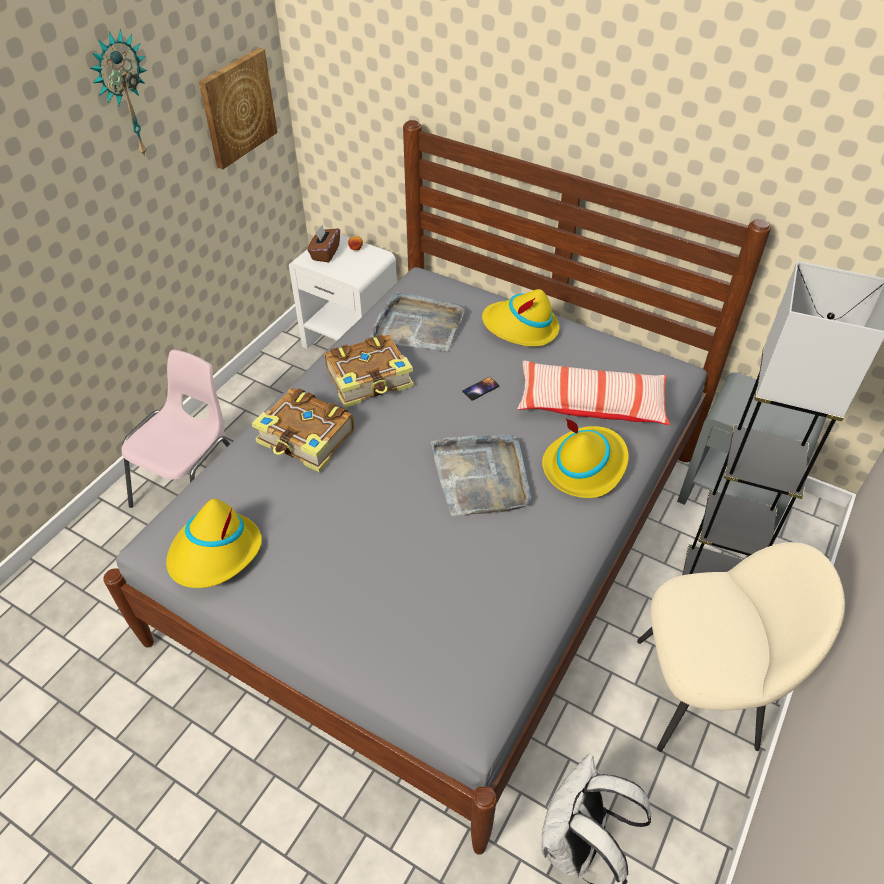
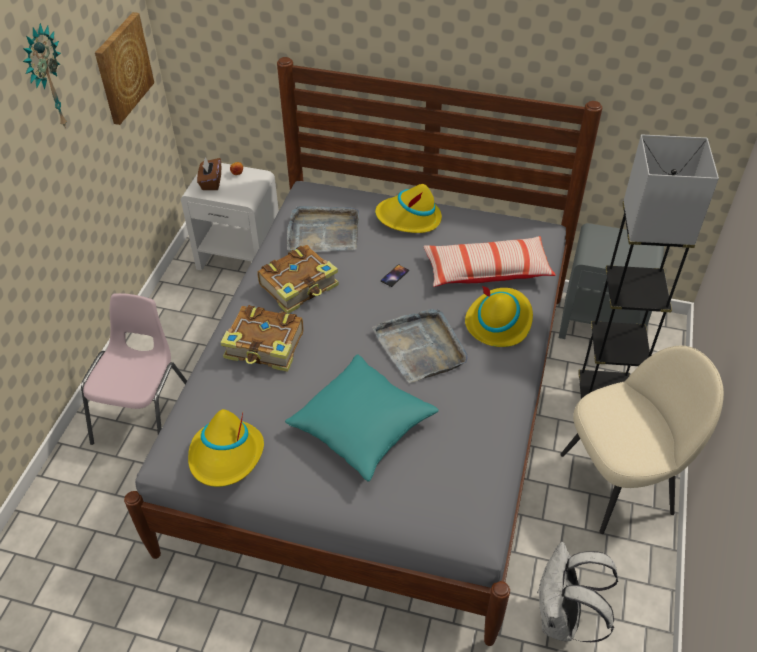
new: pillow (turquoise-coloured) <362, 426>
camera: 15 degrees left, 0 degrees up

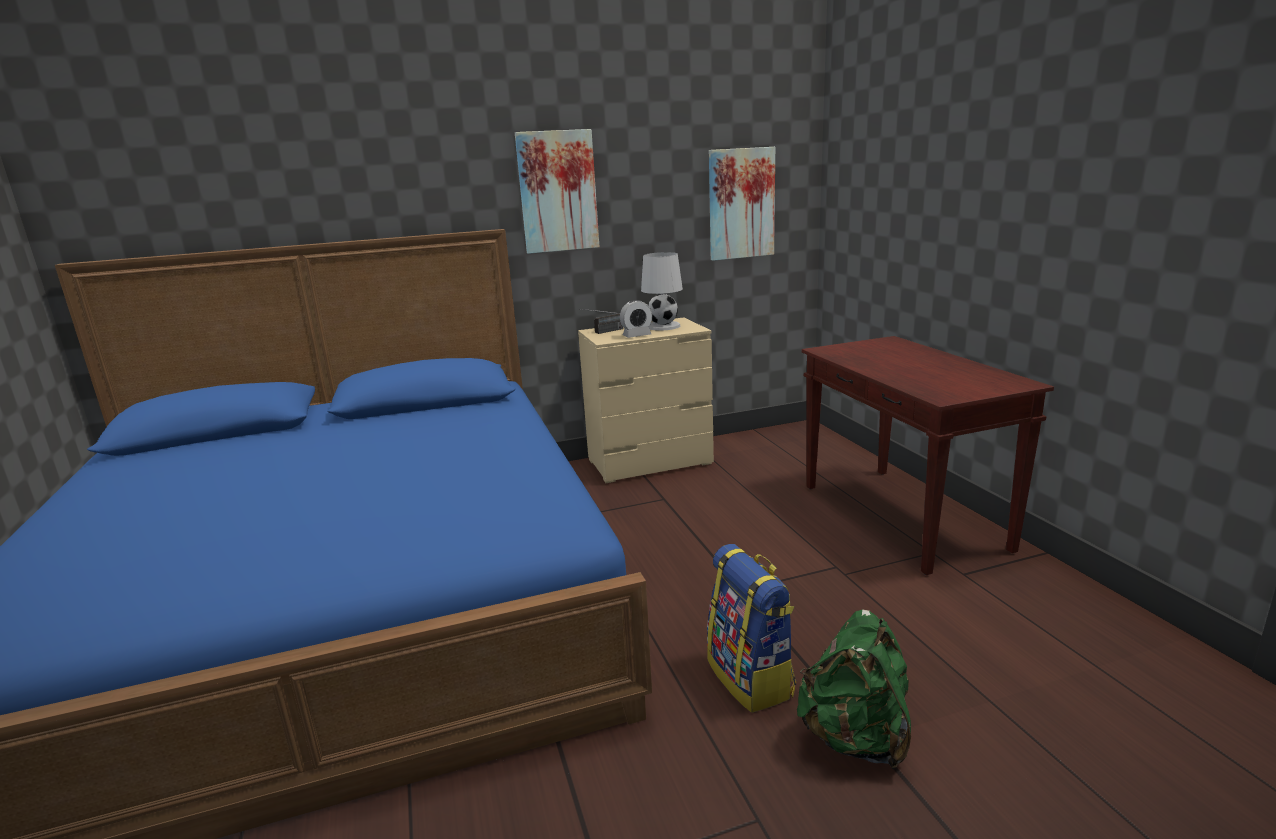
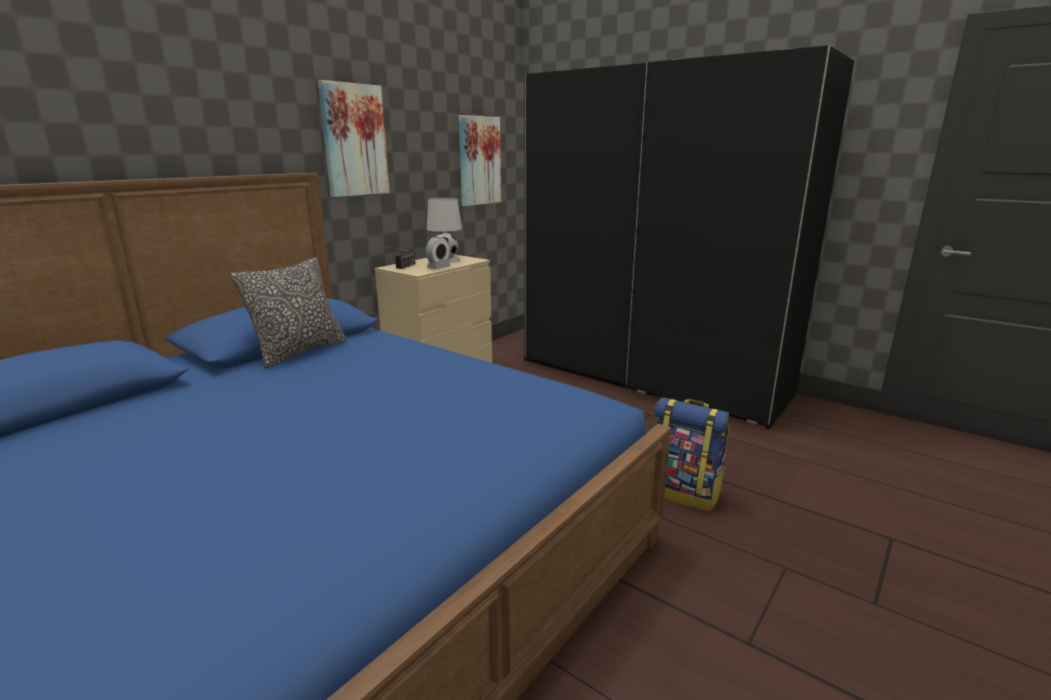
gone: knapsack (greenish) <855, 738>
new: pillow <299, 352>
swapped: console table (brown) <903, 518> to armoire (blackish) <650, 377>
camera: 35 degrees left, 0 degrees up

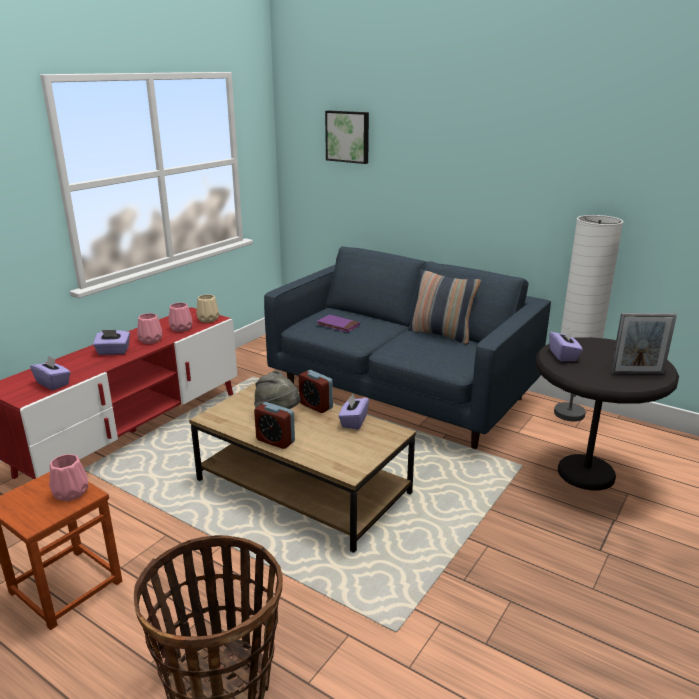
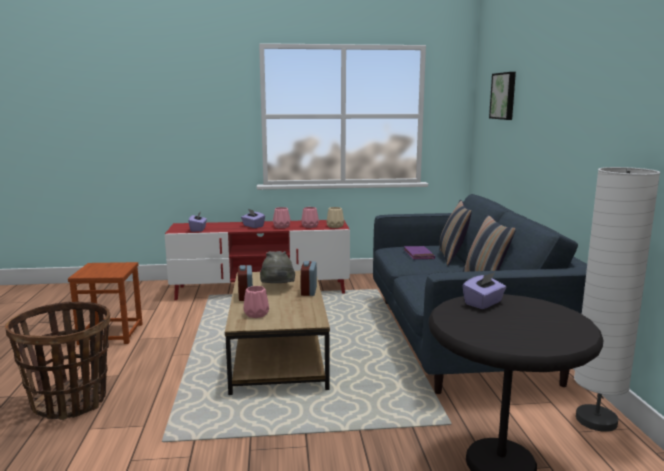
gone: tissue holder (purple-coloured) <353, 421>; picture frame <637, 373>
new: pillow <452, 257>
shifted: vase (pinkish) <70, 493> to <255, 314>
camera: 50 degrees right, 10 degrees down

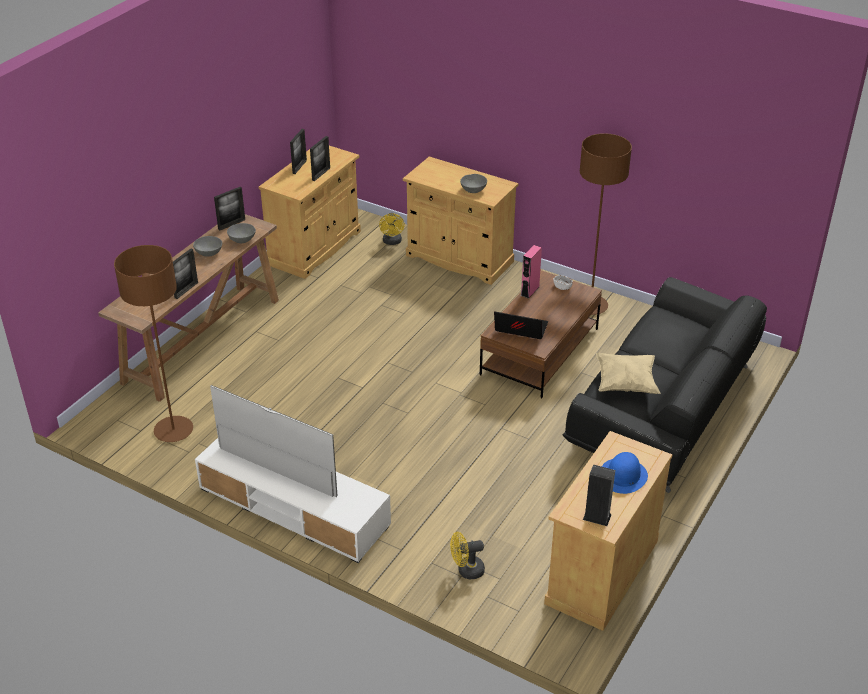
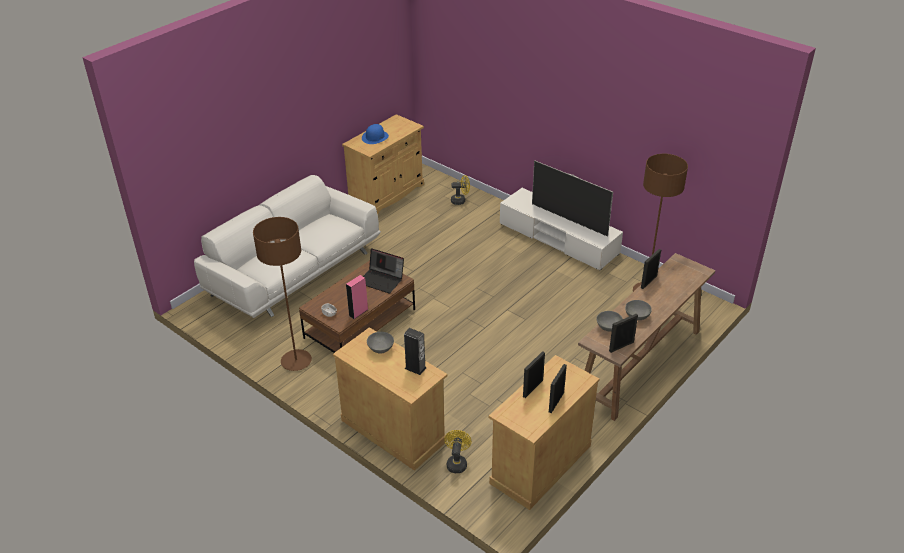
gone: pillow (beige) <625, 383>
shifted: audio speaker <597, 517> to <415, 368>
repainted: sofa (blackish) <664, 409> to sofa (whitish) <294, 272>
camera: 170 degrees left, 0 degrees up

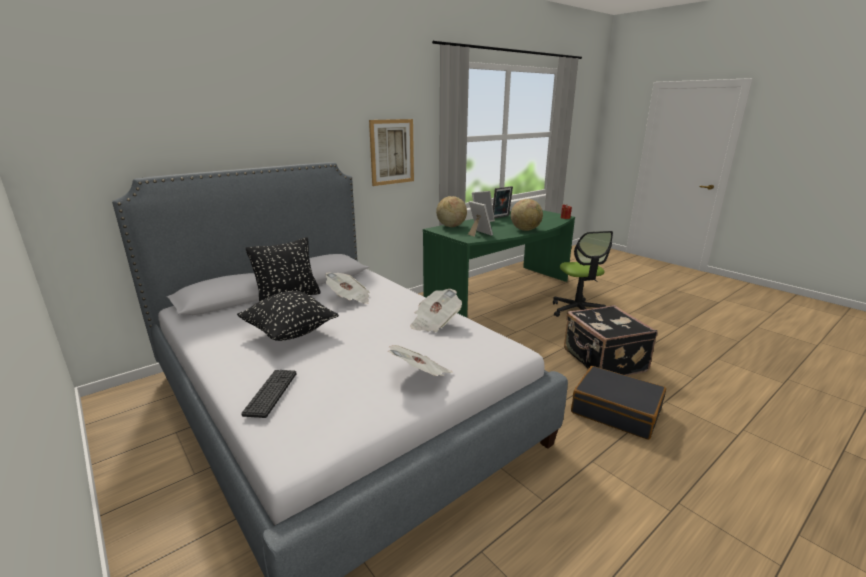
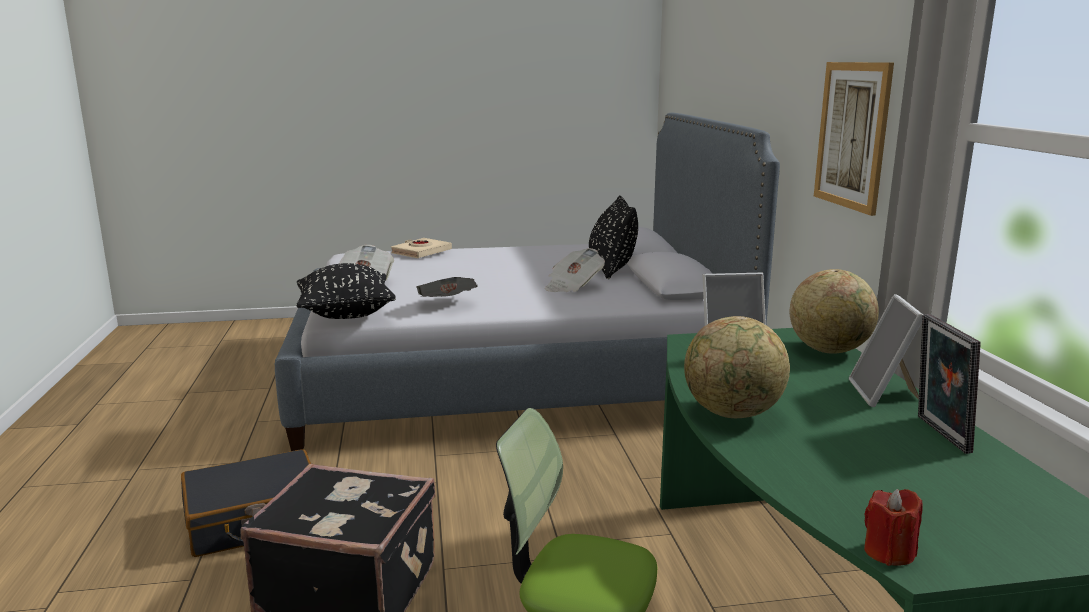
shifted: pillow (blackish) <290, 333> to <346, 314>
swapped: PC keyboard <271, 393> to bound book (beige) <421, 252>
camera: 120 degrees right, 5 degrees down

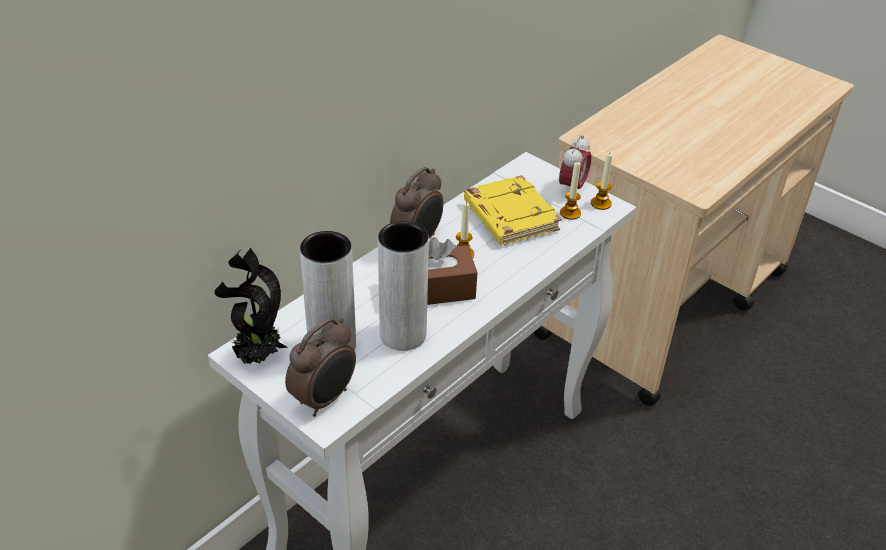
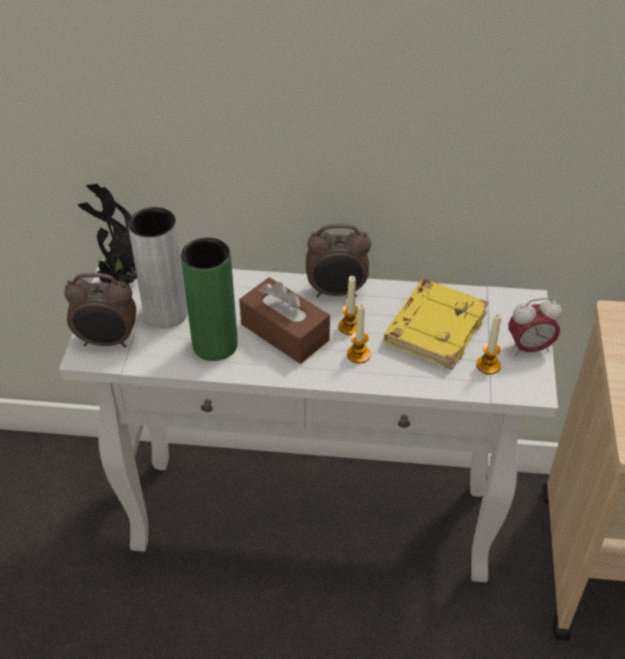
shifted: candle <601, 203> to <358, 354>
repainted: vase (greyish) <403, 335> to vase (greenish) <215, 345>
camera: 55 degrees right, 5 degrees up

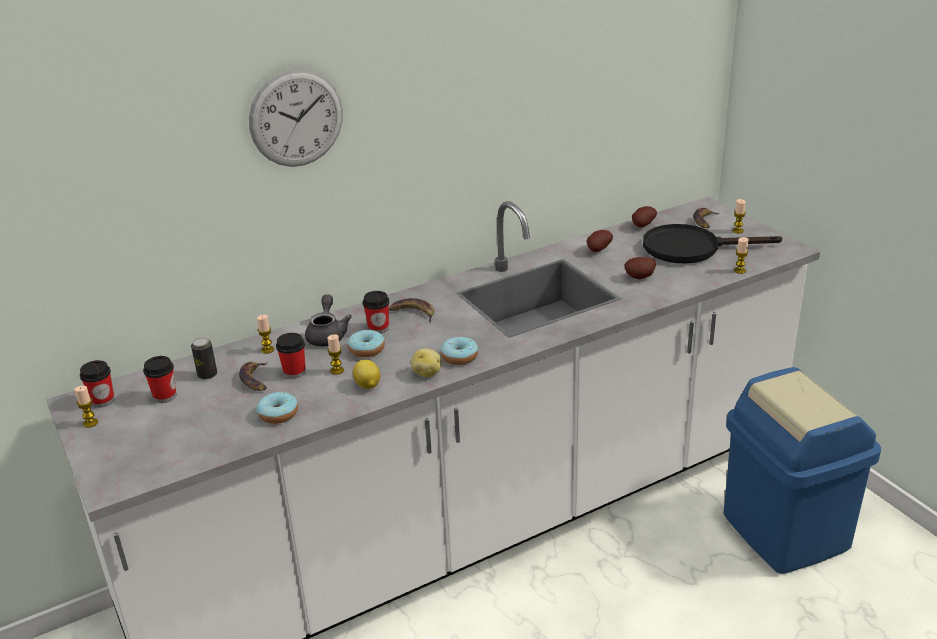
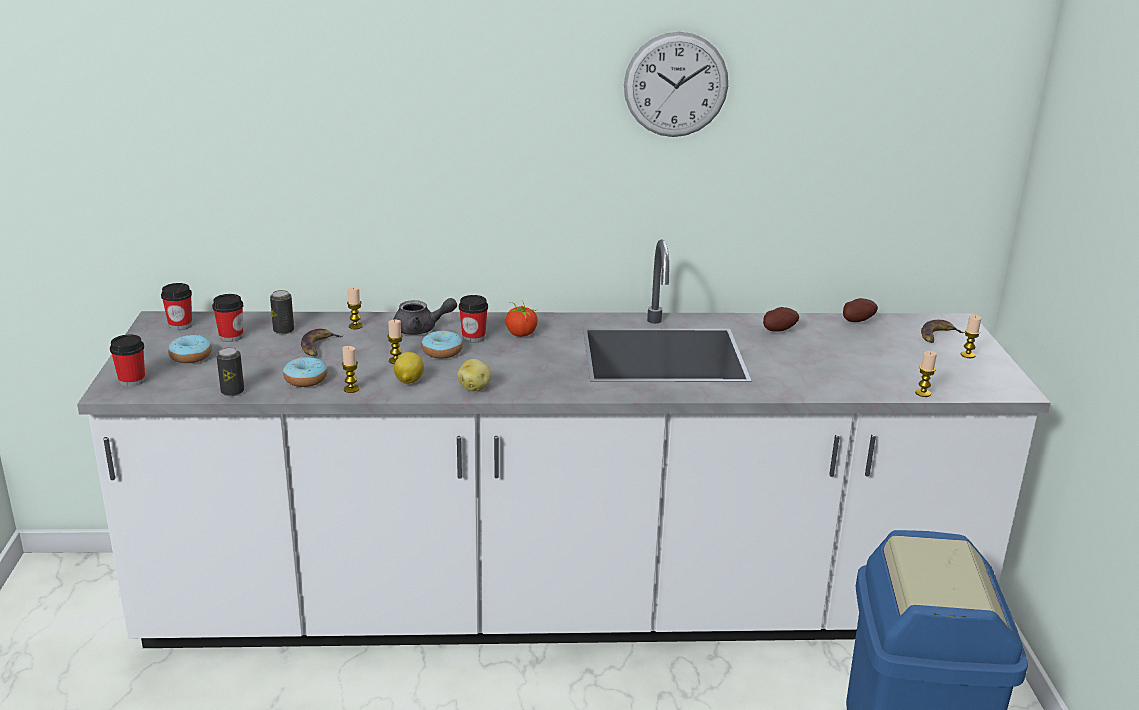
gone: whole potato <640, 278>; pan (blackish) <691, 248>
new: sealed can <232, 391>
shifted: candle <90, 423> to <351, 389>; hanging clock <296, 118> to <676, 85>; drinking cup <294, 372> to <132, 381>; doughnut <459, 357> to <191, 356>
swapped: whole banana <413, 313> to tomato <521, 334>
rotated: tea pot (greyish) <327, 335> = <421, 329> 60 degrees clockwise
camera: 25 degrees right, 5 degrees down

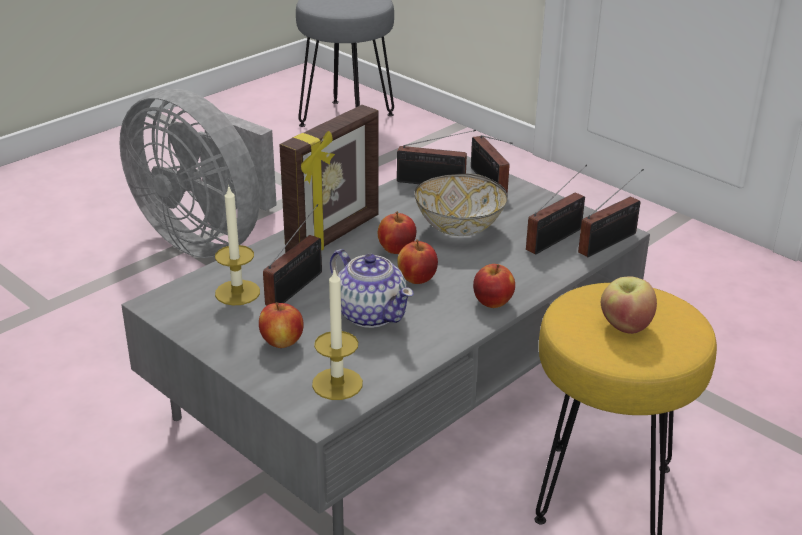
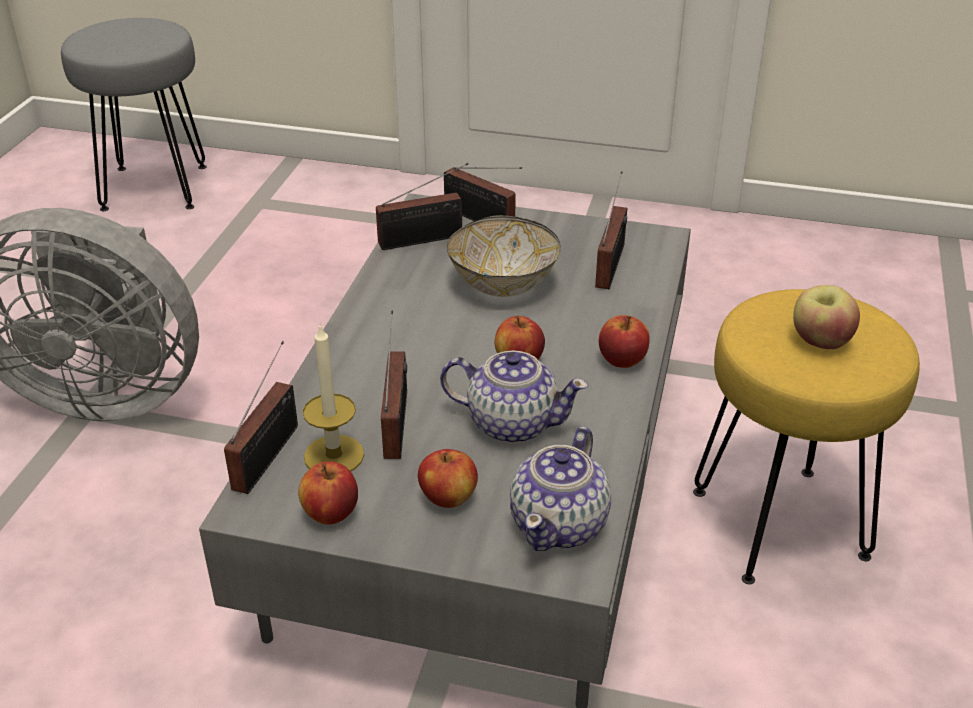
gone: picture frame <335, 235>
shifted: apple <396, 249> to <330, 514>; radio receiver <611, 242> to <270, 453>
swapped: candle <337, 384> to tea pot <560, 524>
camera: 30 degrees left, 5 degrees up

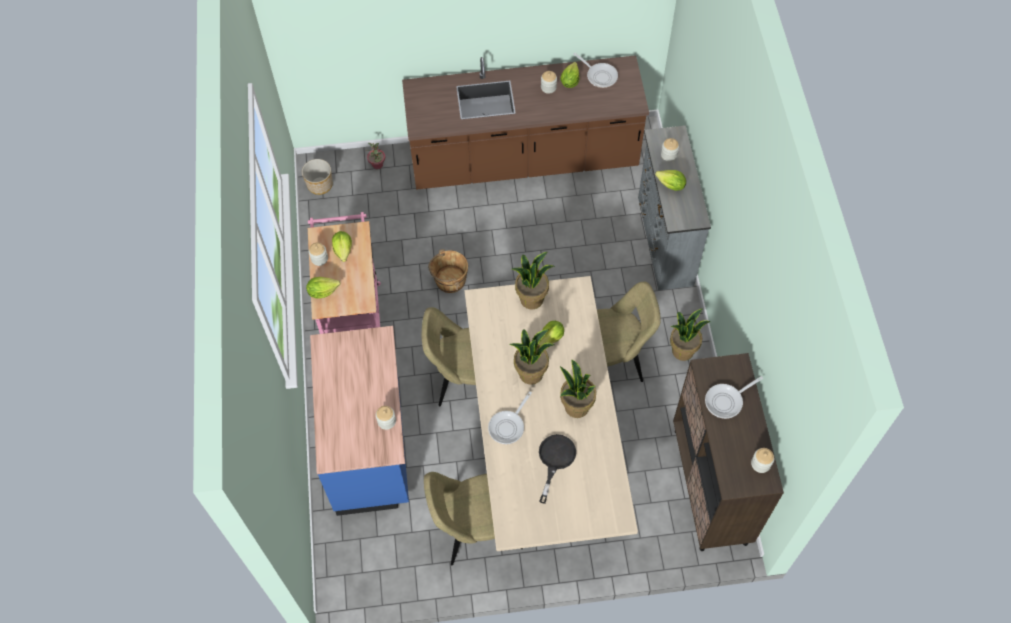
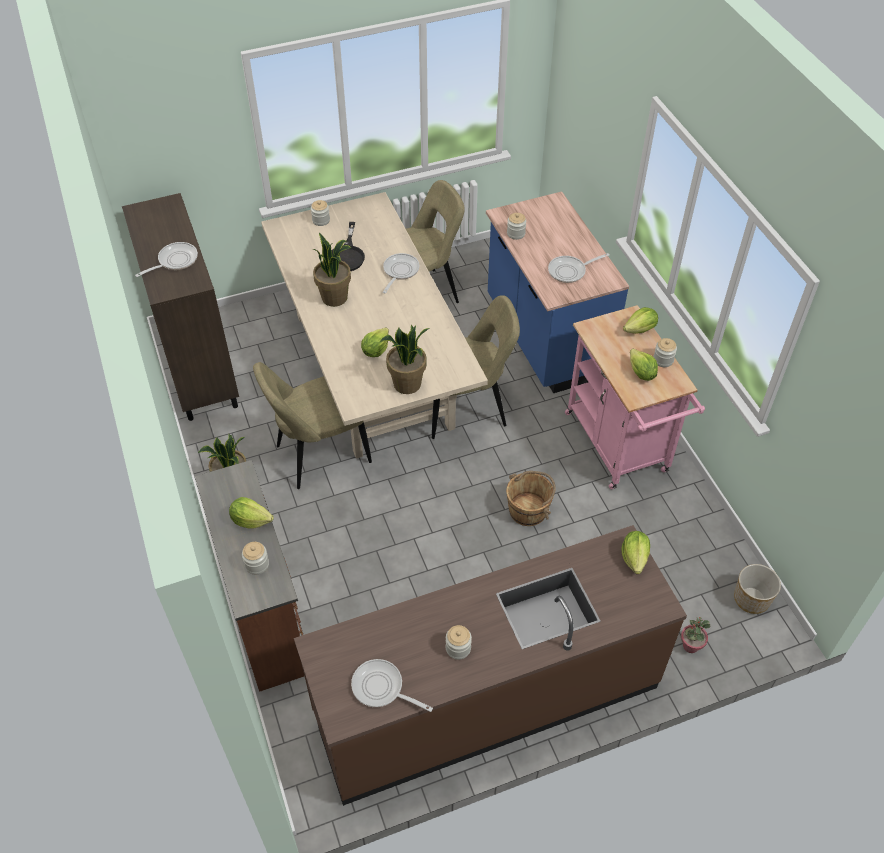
gone: plant in a pot <531, 373>
new: pan <570, 271>
shifted: lettuce <570, 81> to <634, 558>; storage jar <760, 464> to <321, 220>
repainted: dresser (greyish) <663, 241> to dresser (brown) <266, 615>
camera: 165 degrees right, 10 degrees down

